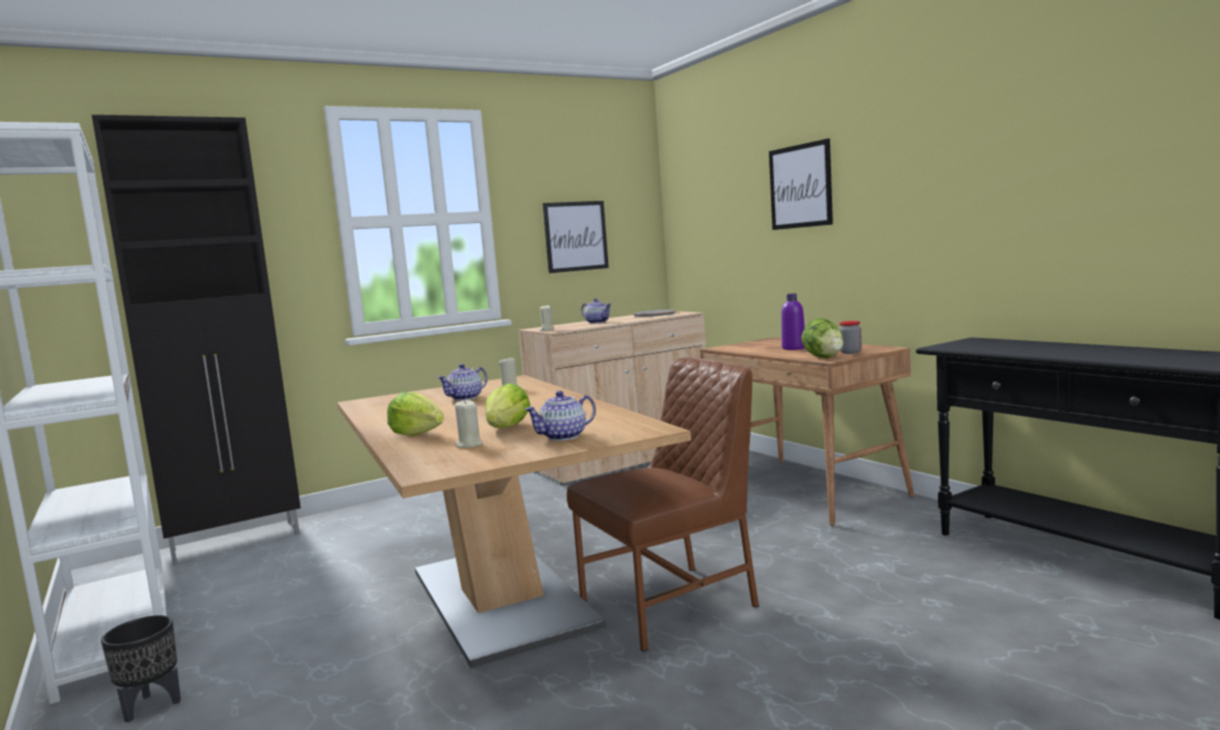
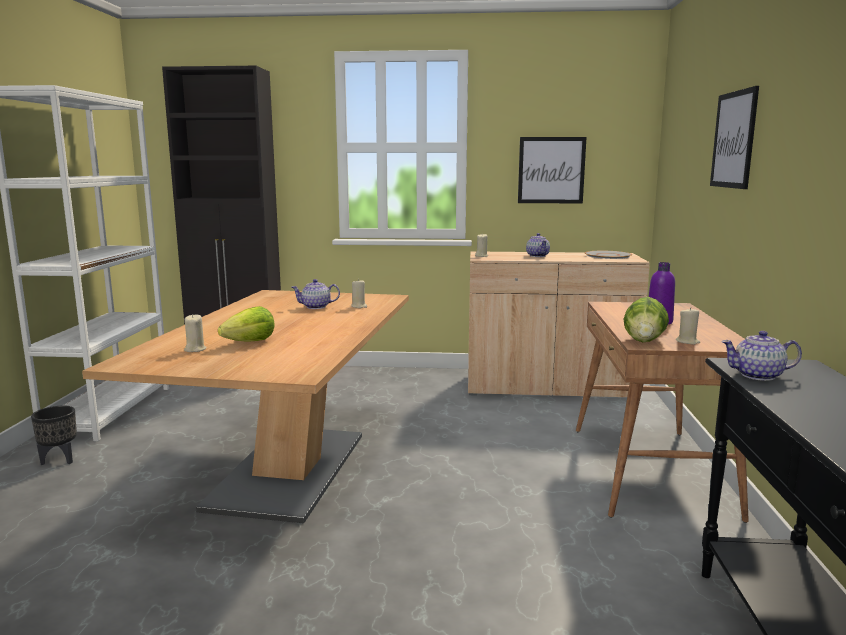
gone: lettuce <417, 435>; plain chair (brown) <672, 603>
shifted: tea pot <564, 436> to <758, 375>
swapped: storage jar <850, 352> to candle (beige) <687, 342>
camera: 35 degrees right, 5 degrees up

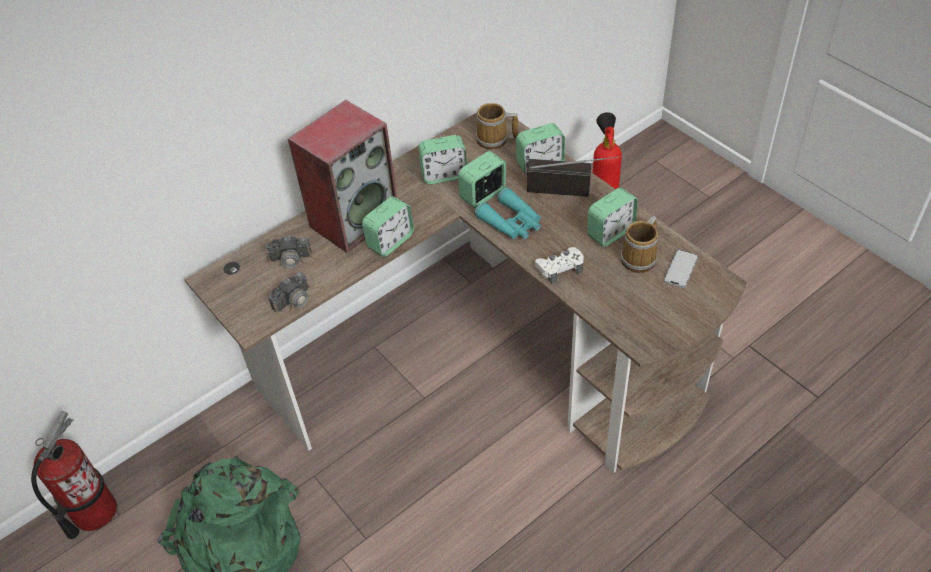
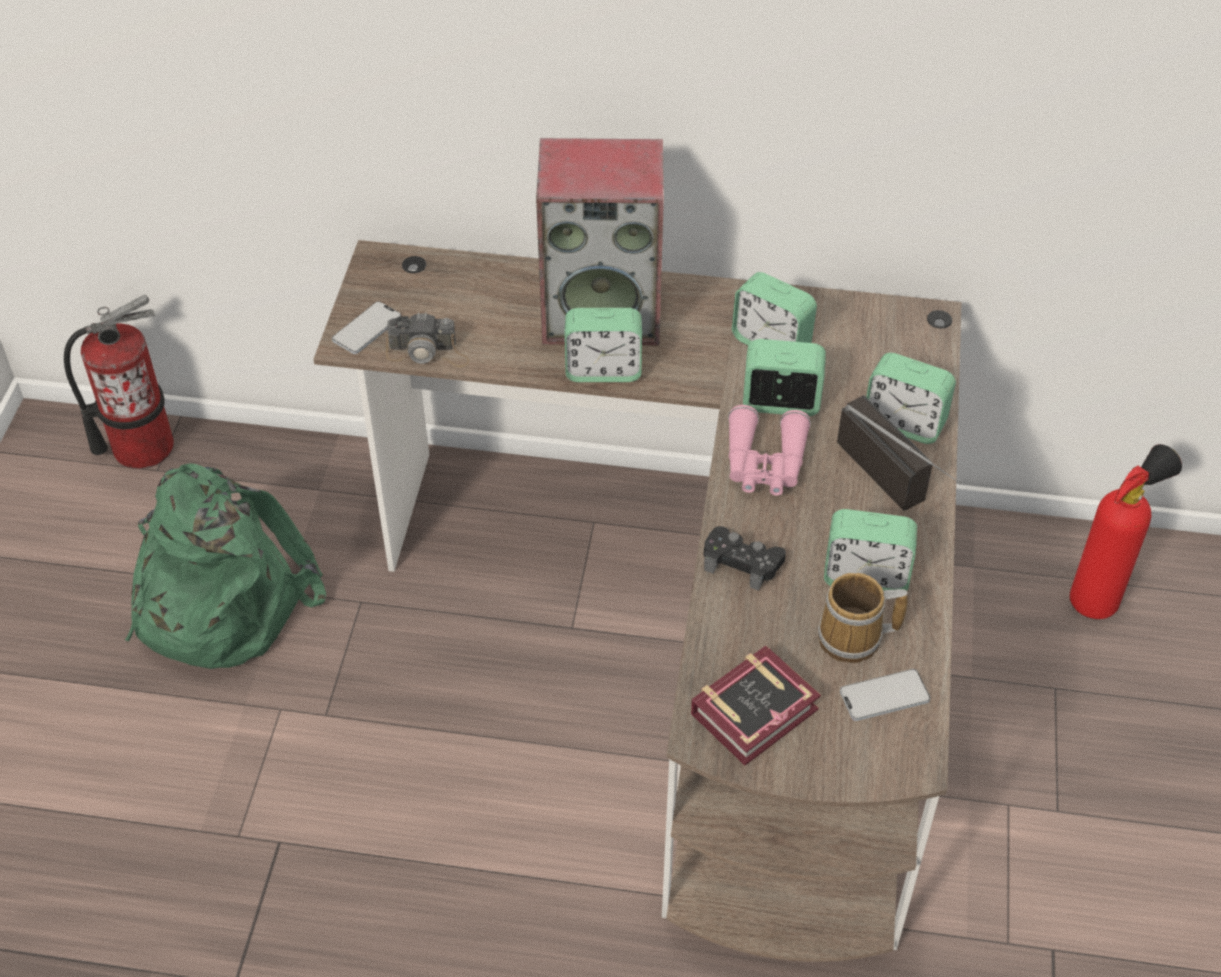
gone: still camera <294, 260>; tea mug <494, 140>
new: phone <367, 329>; bound book <760, 711>
repainted: binoculars (turquoise-coloured) <512, 223> to binoculars (pinkish) <764, 463>; game controller (whitish) <560, 268> to game controller (blackish) <742, 563>
camera: 45 degrees right, 0 degrees up

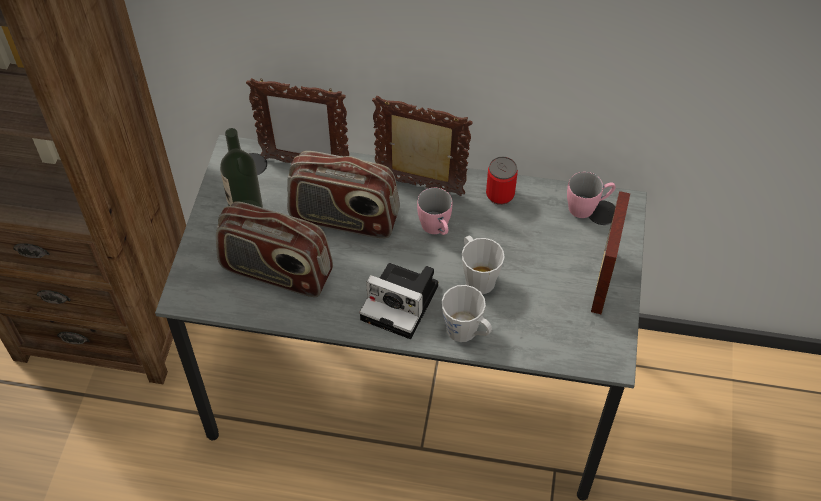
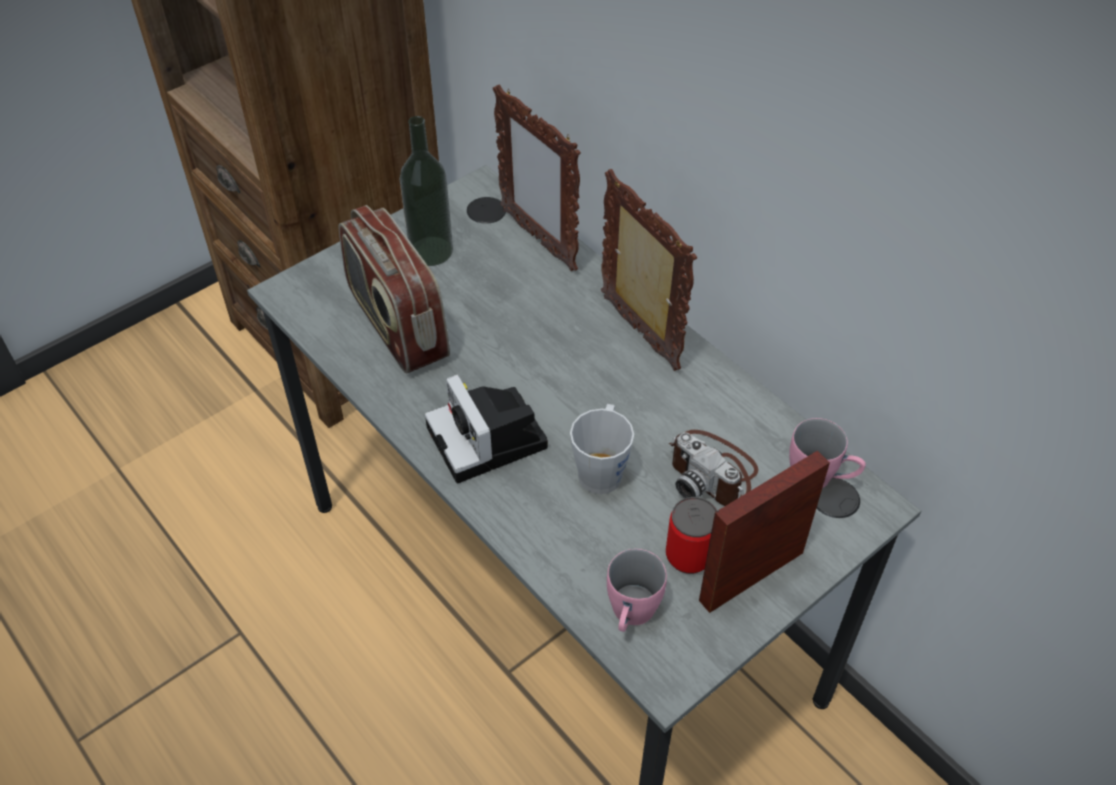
gone: radio receiver <344, 218>; tea mug (greyish) <466, 332>
new: still camera <713, 471>
shifted: tea mug (pinkish) <437, 229> to <631, 616>; sealed can <500, 194> to <689, 555>
camera: 40 degrees right, 5 degrees down

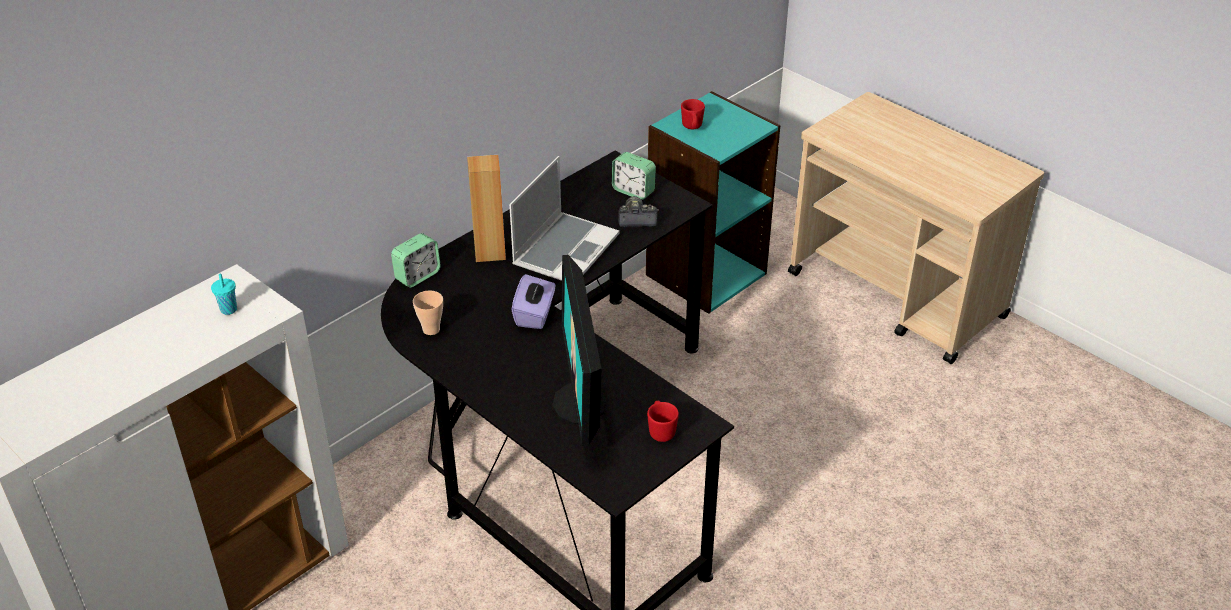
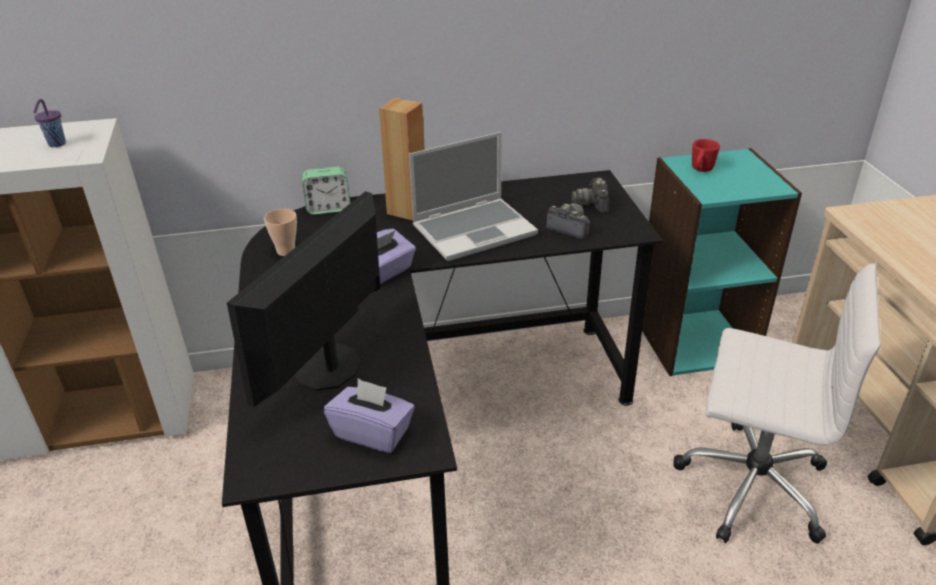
new: office chair (whitish) <750, 484>
swapped: table clock <633, 191> to still camera <592, 205>; tea mug (reddish) <661, 430> to tissue holder (purple-coloured) <373, 433>
repainted: drinking cup (turquoise-coloured) <229, 310> to drinking cup (purple-coloured) <56, 144>
camera: 35 degrees right, 5 degrees down

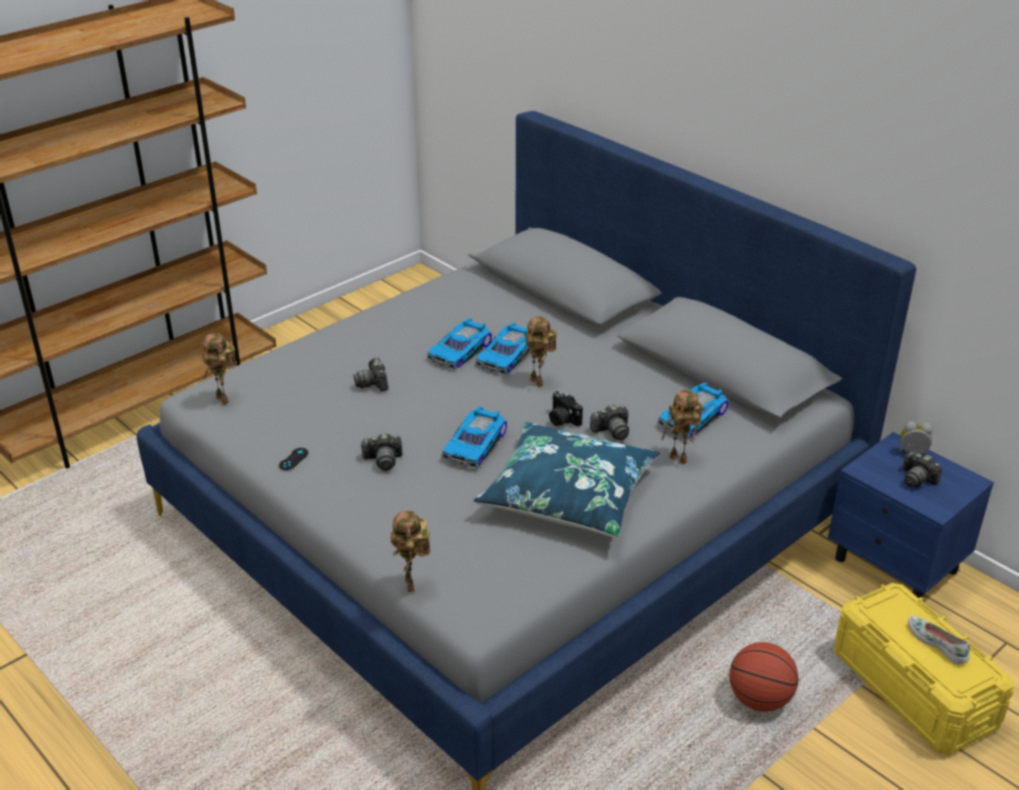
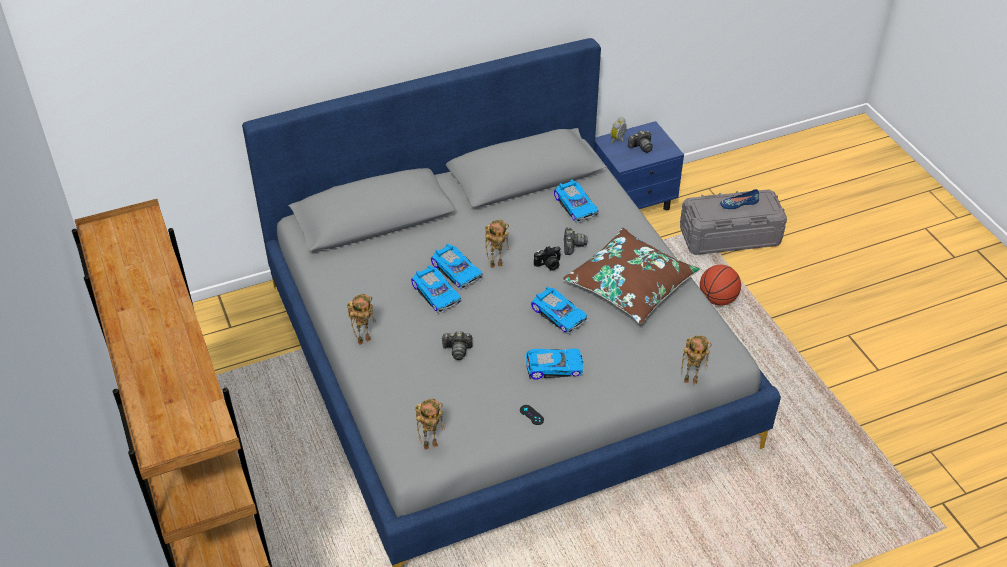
shifted: toy robot <680, 459> to <364, 339>
swapped: still camera <383, 460> to miniature car <554, 366>
repainted: pillow (blue) <568, 494> to pillow (brown) <630, 285>; storage bin (yellow-coloured) <913, 689> to storage bin (greyish) <730, 236>; item of footwear (whitish) <937, 643> to item of footwear (blue) <738, 203>
camera: 70 degrees left, 10 degrees up

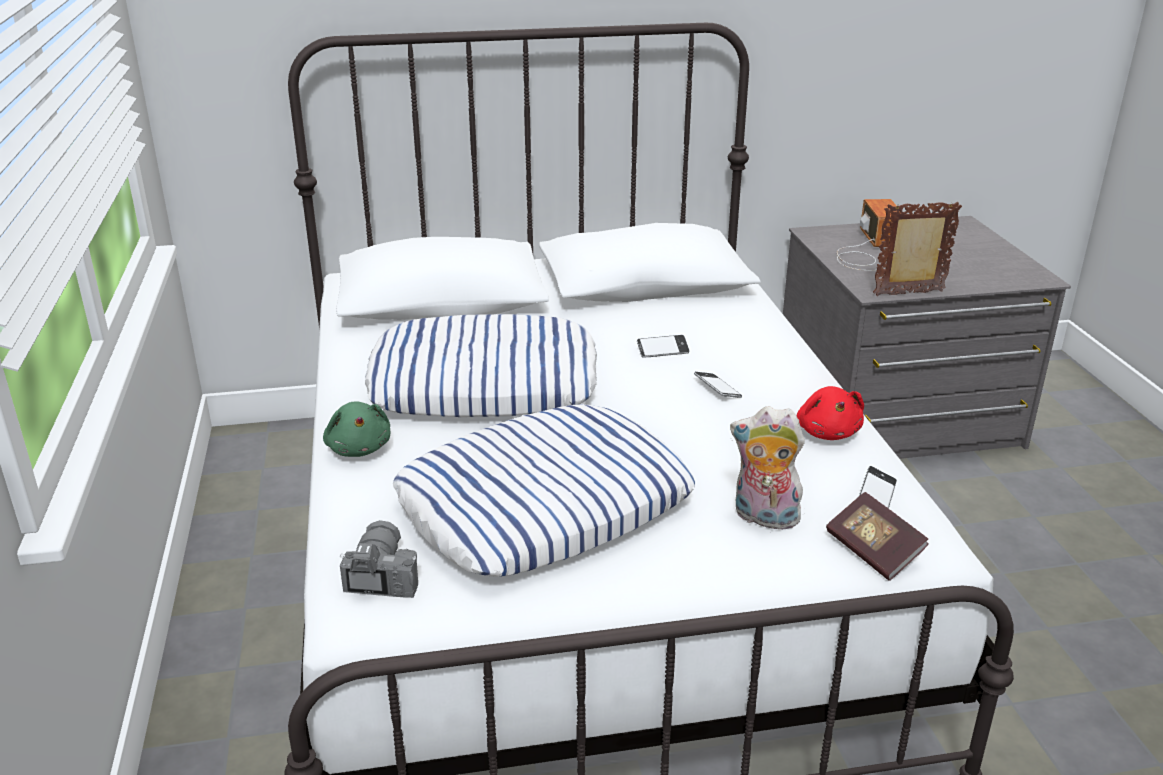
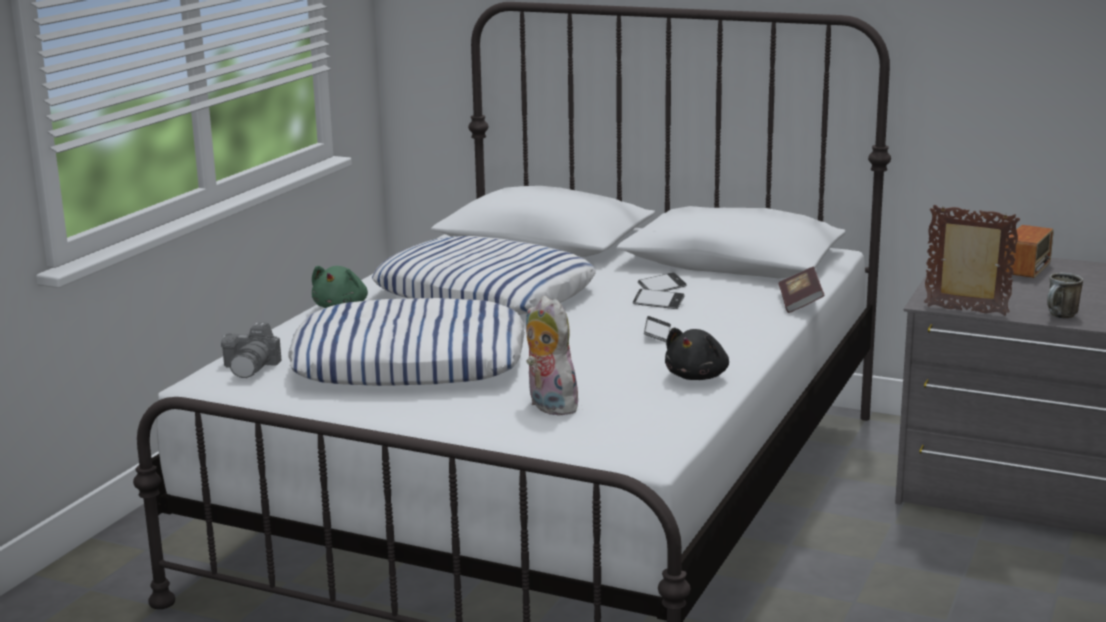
new: tea mug <1060, 316>
shifted: bound book <873, 551> to <800, 303>; phone <877, 494> to <662, 287>
repainted: cuddly toy (reddish) <827, 432> to cuddly toy (blackish) <698, 376>
rotated: still camera <380, 577> = <252, 367> 150 degrees clockwise
camera: 35 degrees right, 10 degrees down

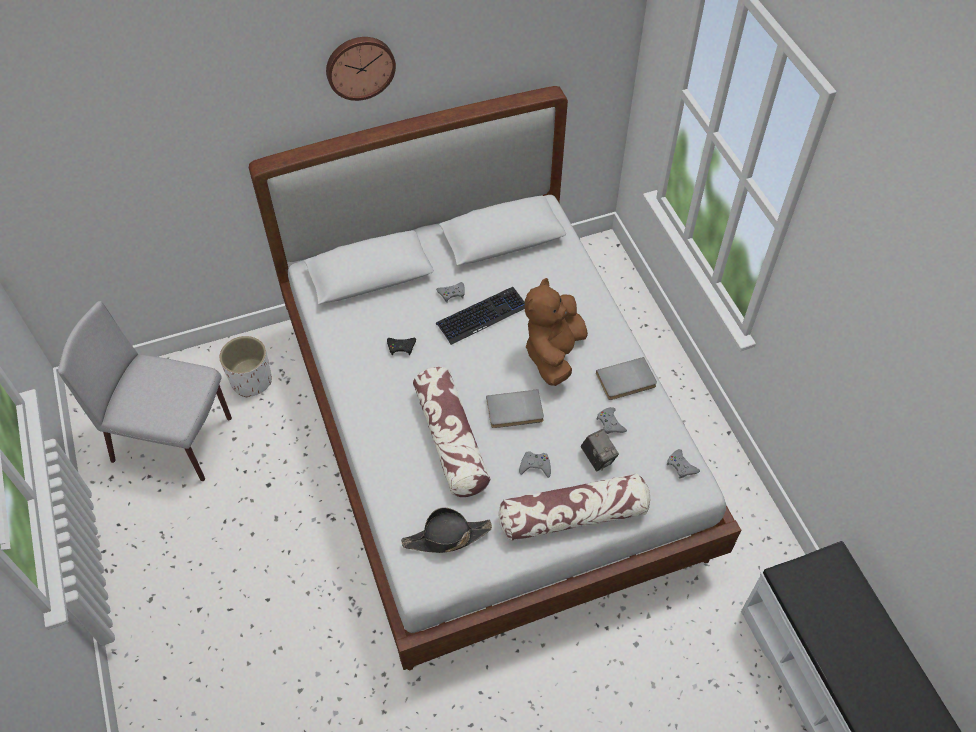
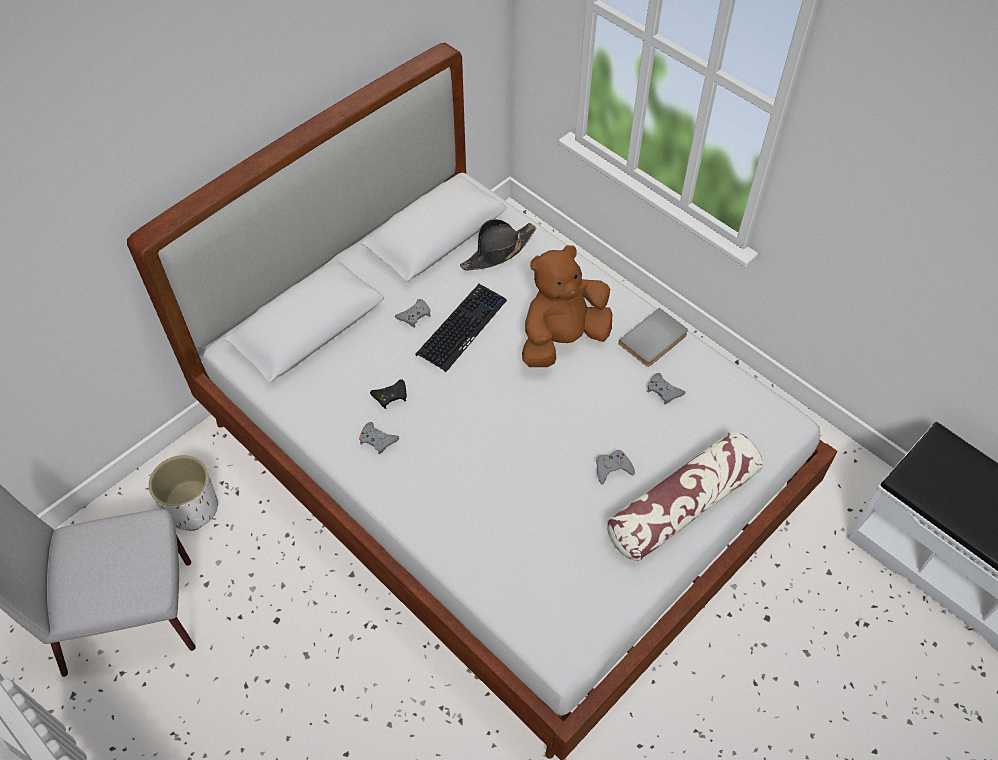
gone: hanging clock <359, 66>; pillow <451, 440>; bound book (greyish) <515, 412>; still camera <598, 458>
shifted: clothing hat (blackish) <446, 537> to <498, 251>; game controller (greyish) <681, 466> to <377, 440>
rotated: cuddly toy (brown) <553, 353> = <562, 339> 60 degrees clockwise
camera: 25 degrees left, 0 degrees up

